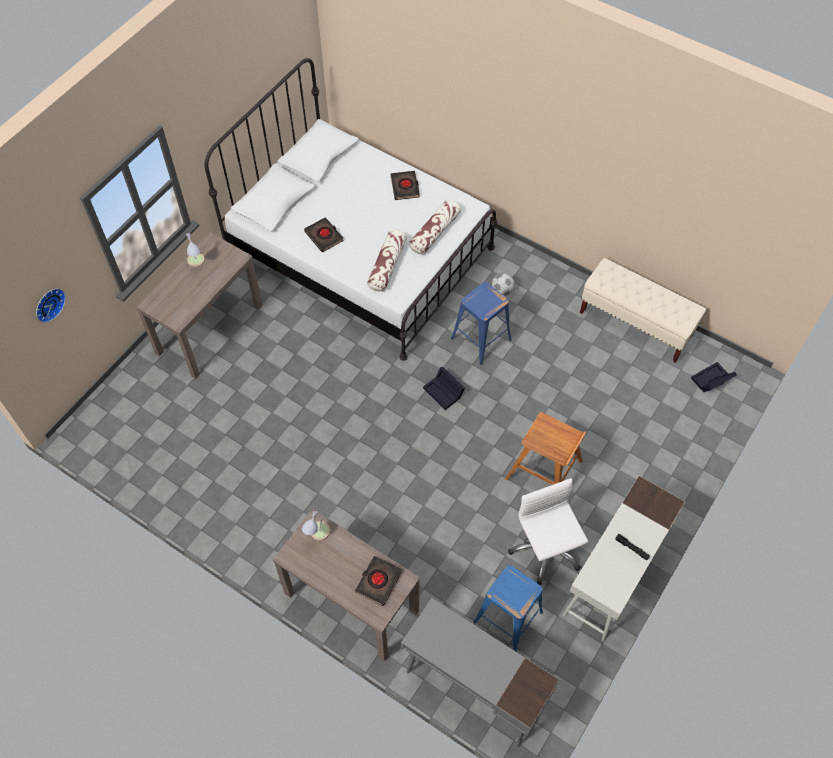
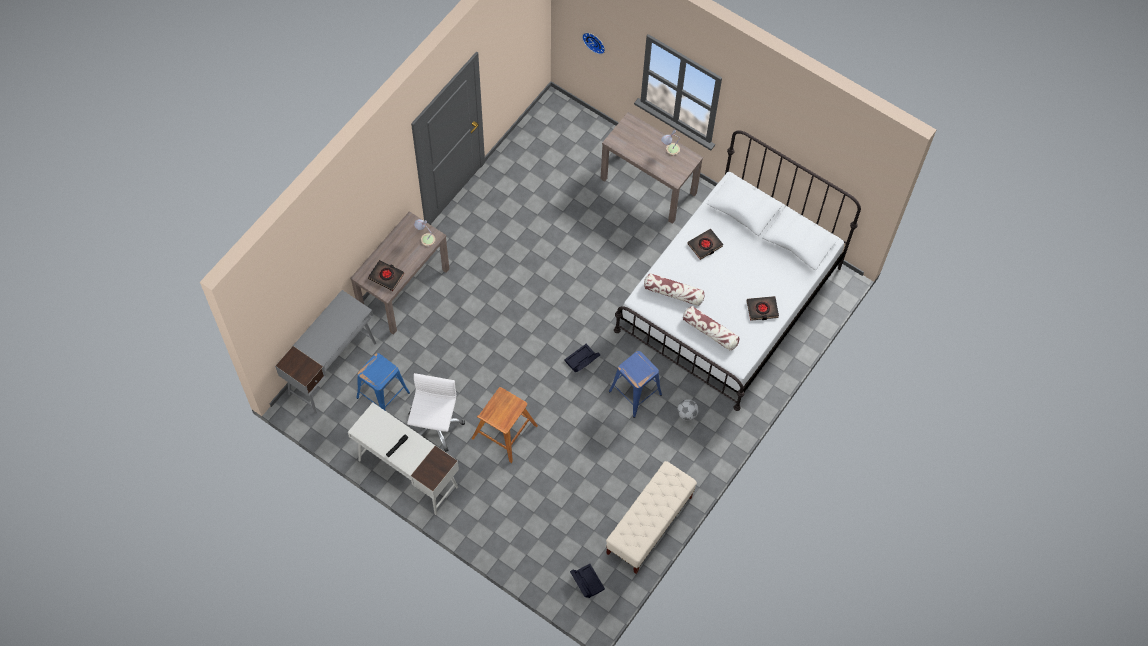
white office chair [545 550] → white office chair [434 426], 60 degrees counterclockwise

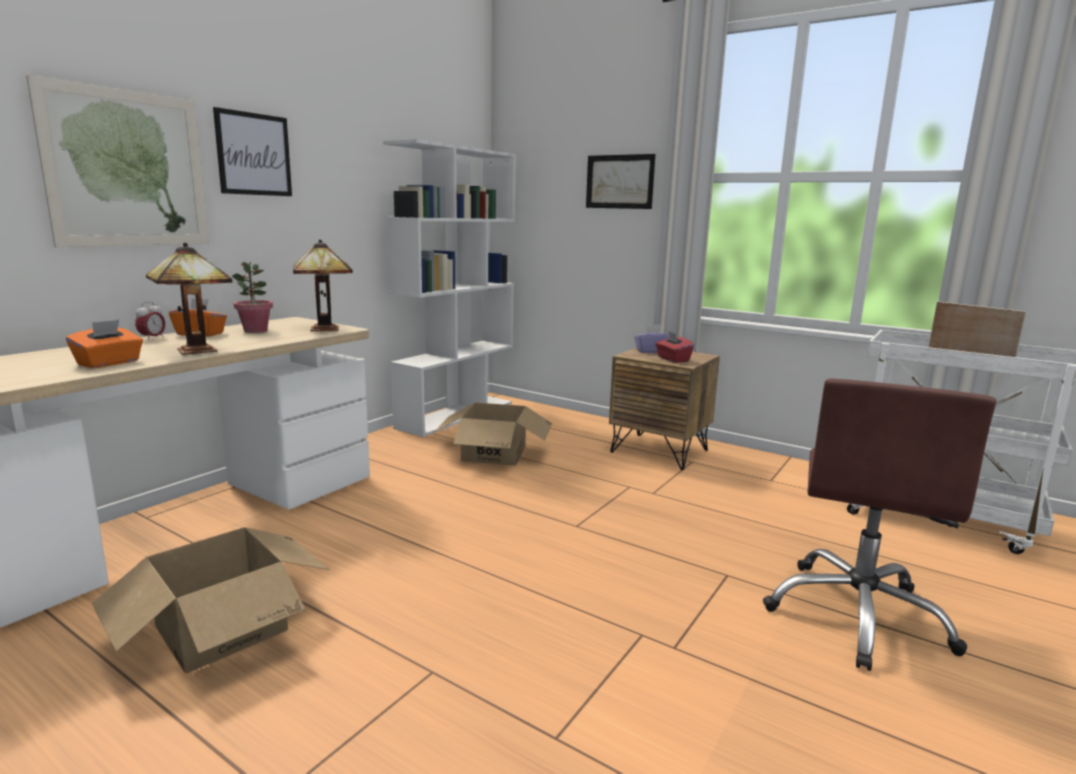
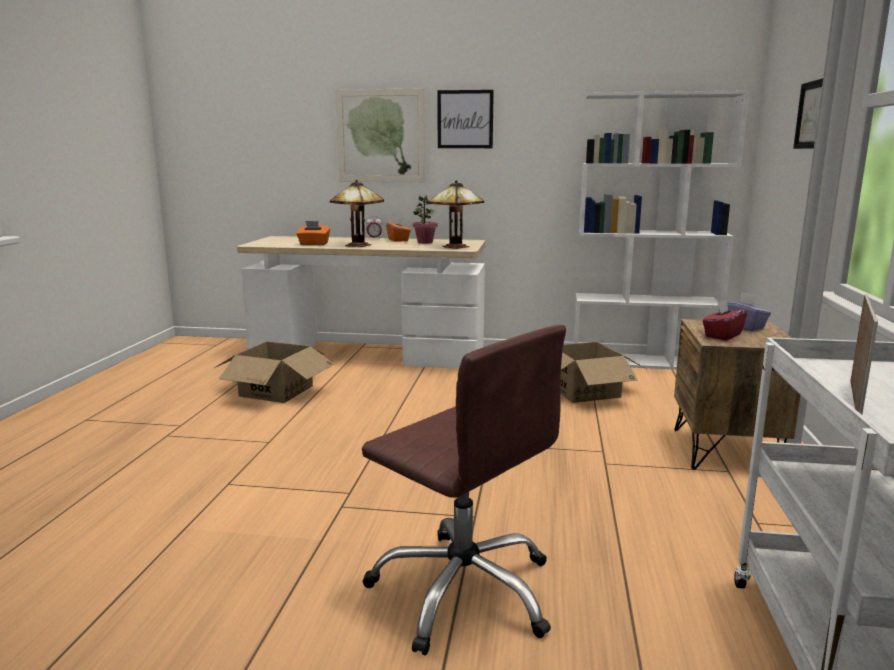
brown office chair [858 615] → brown office chair [464 590], 135 degrees counterclockwise

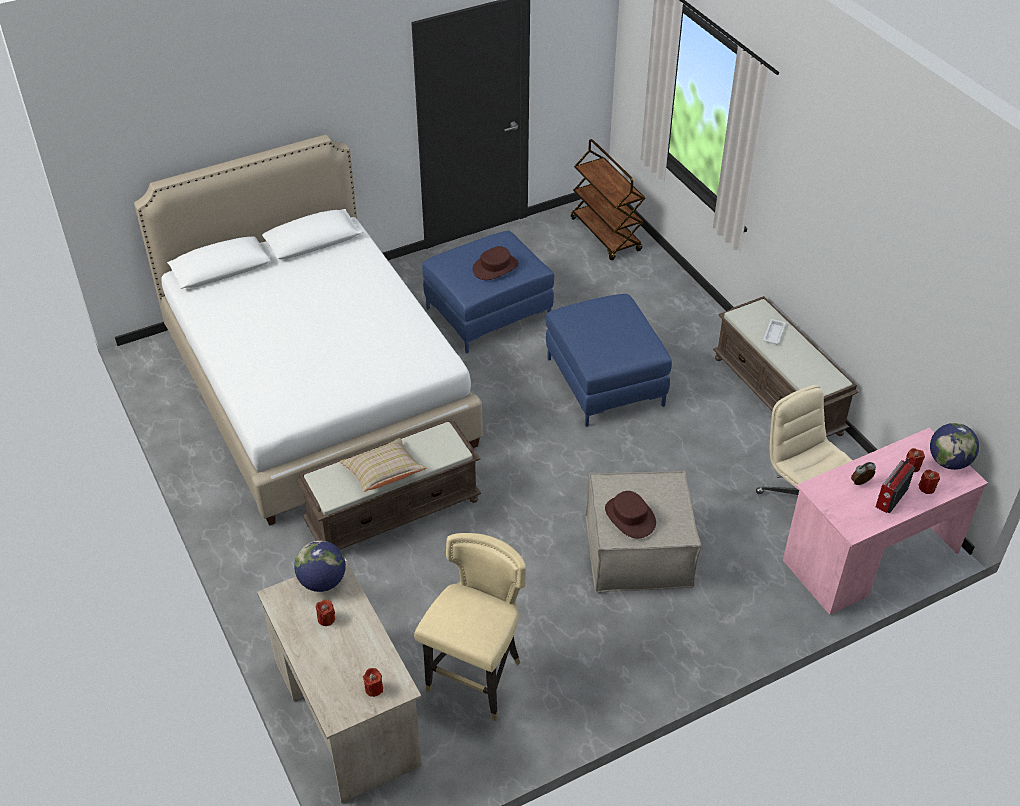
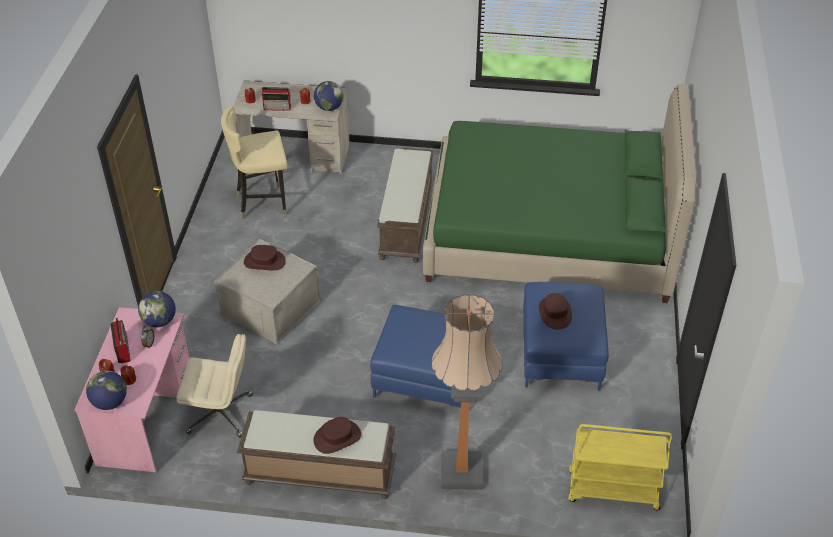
white bed [317 387] → green bed [549 234]
beige pillow [383 474] → -
beige chair [476 680] → beige chair [262 203], 105 degrees clockwise
brown cart [606 235] → yellow cart [612 491]
white tray [774 333] → brown hat [337 437]
- → globe [160 321]
- → radio [278 107]
- → floor lamp [461 471]

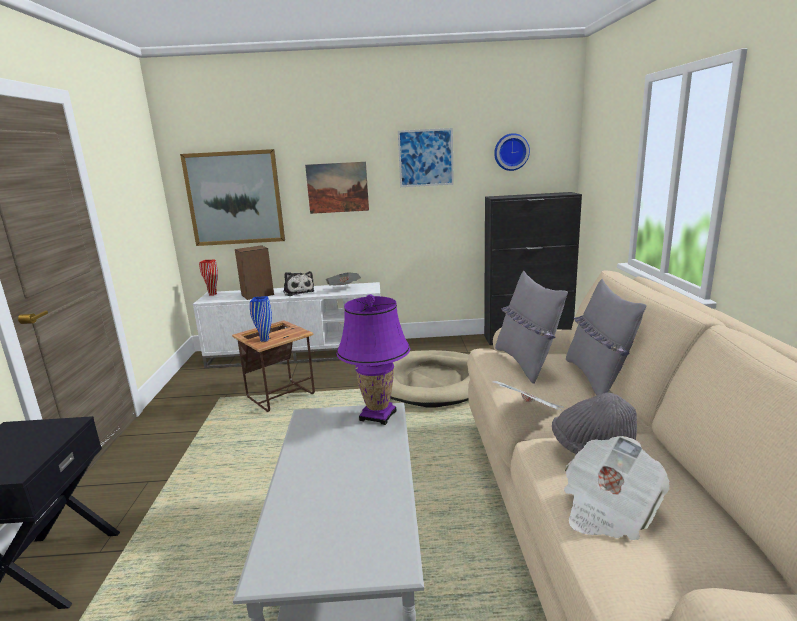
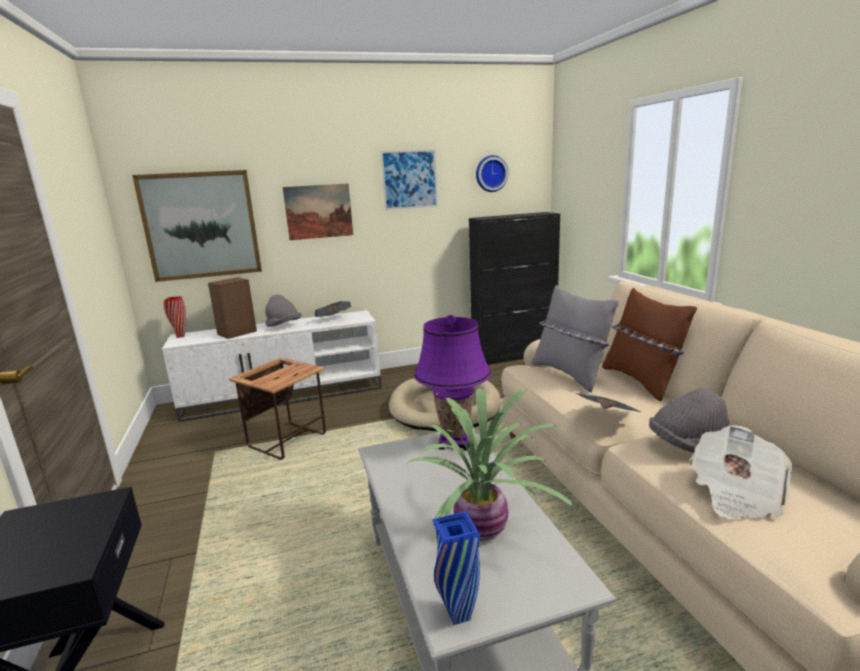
blue vase [264 340] → blue vase [458 615], shifted
plush toy [298 292] → grey hat [283 326]
grey pillow [597 378] → brown pillow [641 381]
- → potted plant [482 531]

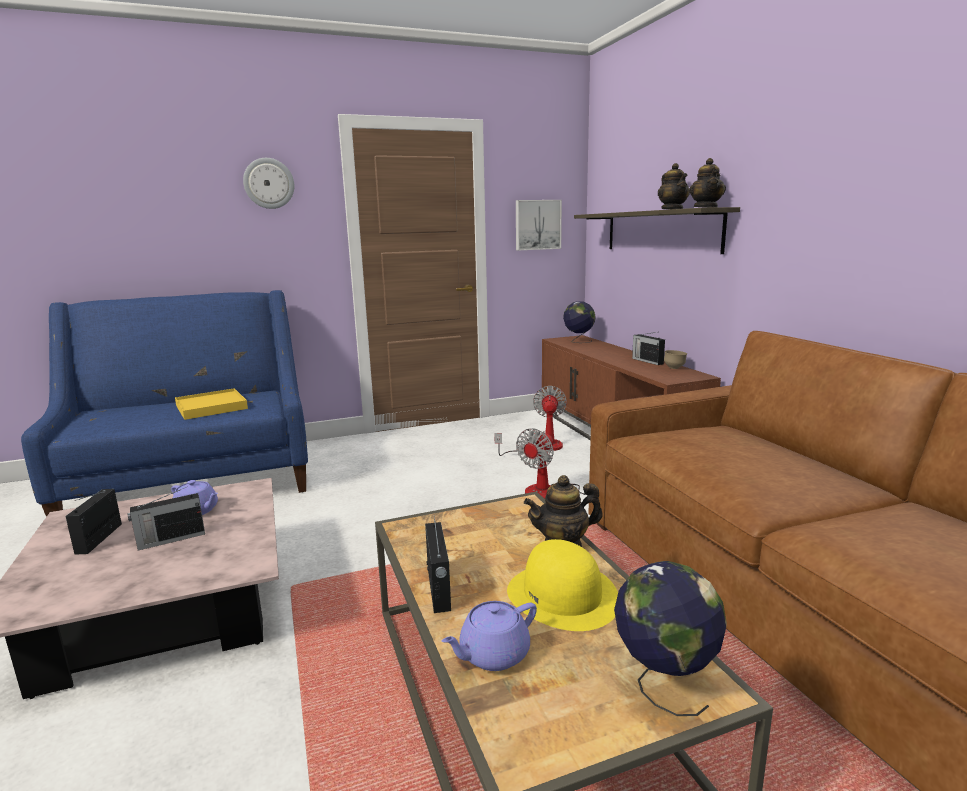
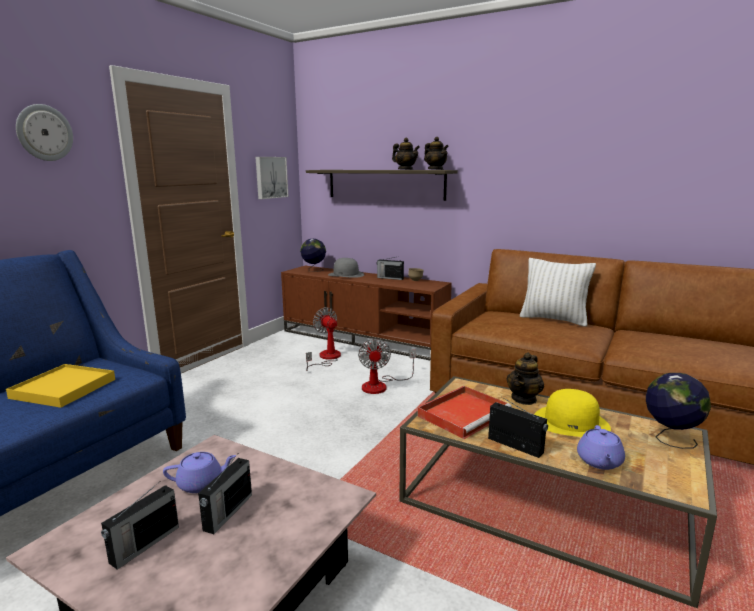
radio [100 537] → radio [143 545], 105 degrees counterclockwise
- → grey hat [346 274]
- → red tray [464 414]
- → white pillow [554 319]

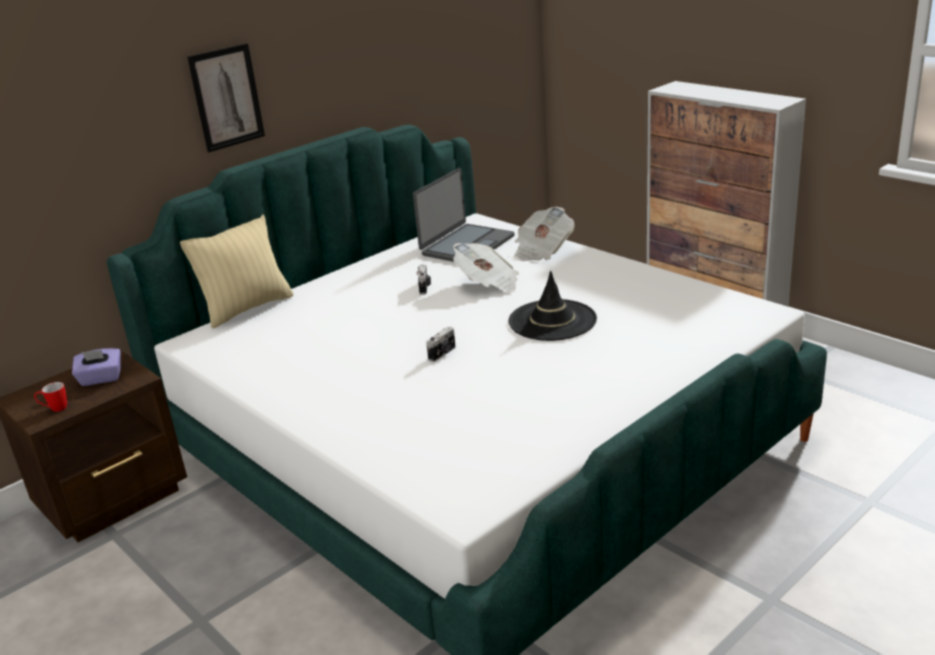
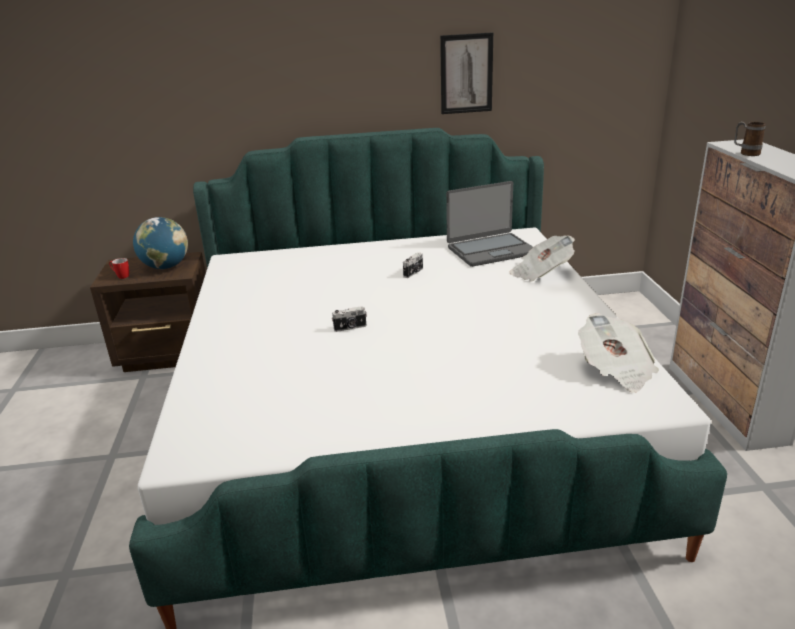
purple tissue box [101 379] → globe [166 267]
beige pillow [247 308] → -
picture [227 97] → picture [466 74], shifted
newspaper [488 283] → newspaper [616 370], shifted
black hat [552 320] → -
- → mug [745 153]

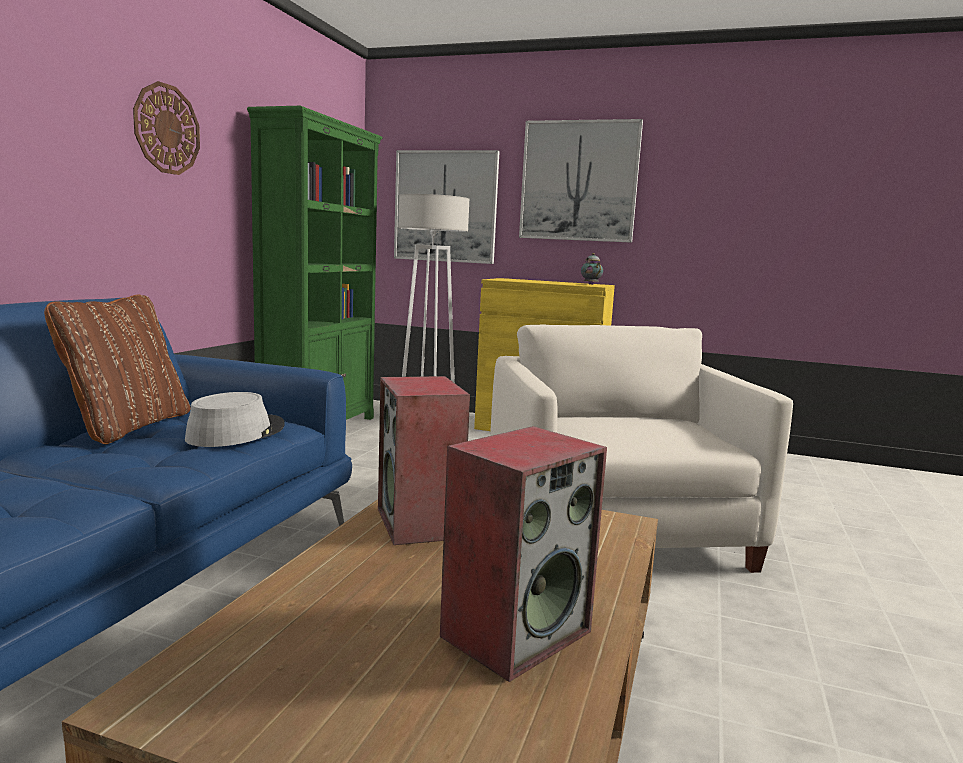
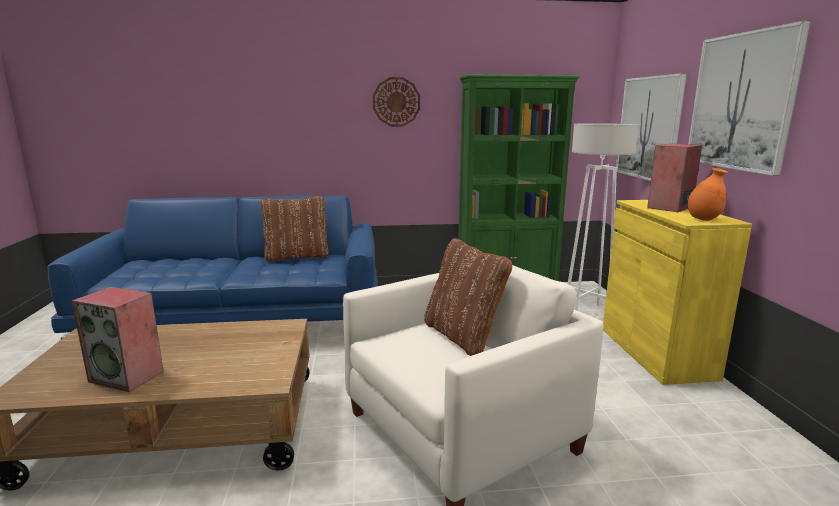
grey hat [236 433] → -
speaker [420 523] → speaker [670 207], shifted
teapot [590 284] → orange vase [703 219]
- → brown pillow [463 336]

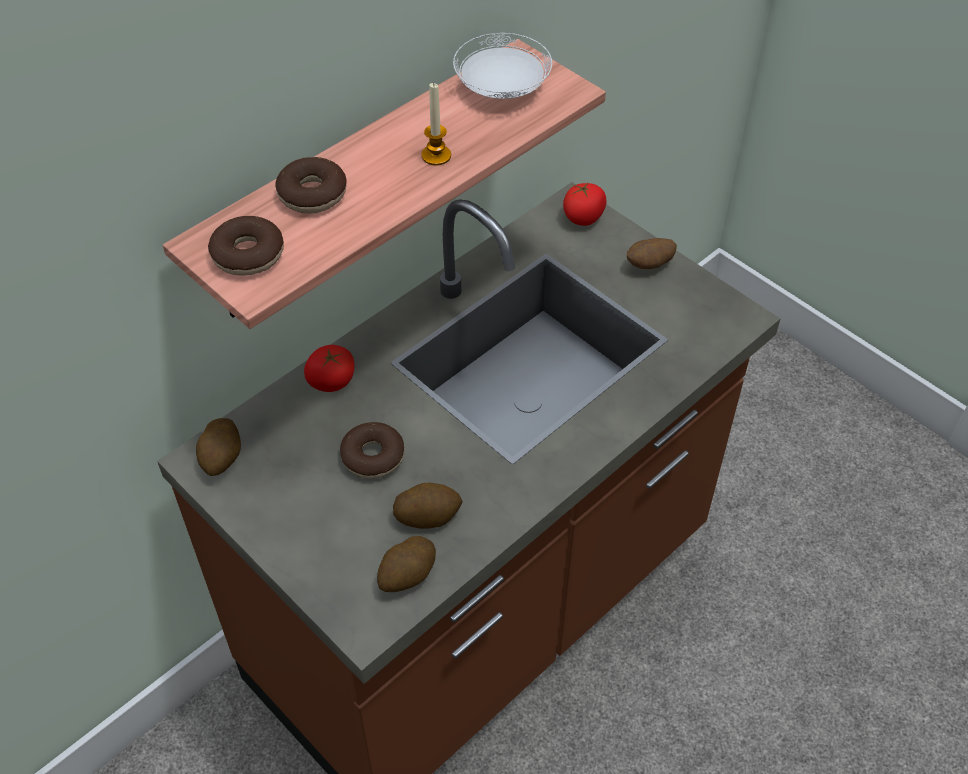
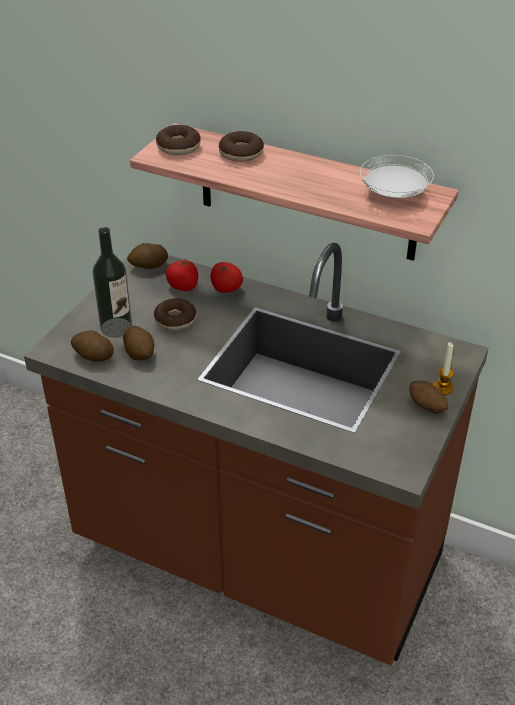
candle [436 156] → candle [443 388], shifted
tomato [583 217] → tomato [183 286], shifted
- → bottle [116 327]

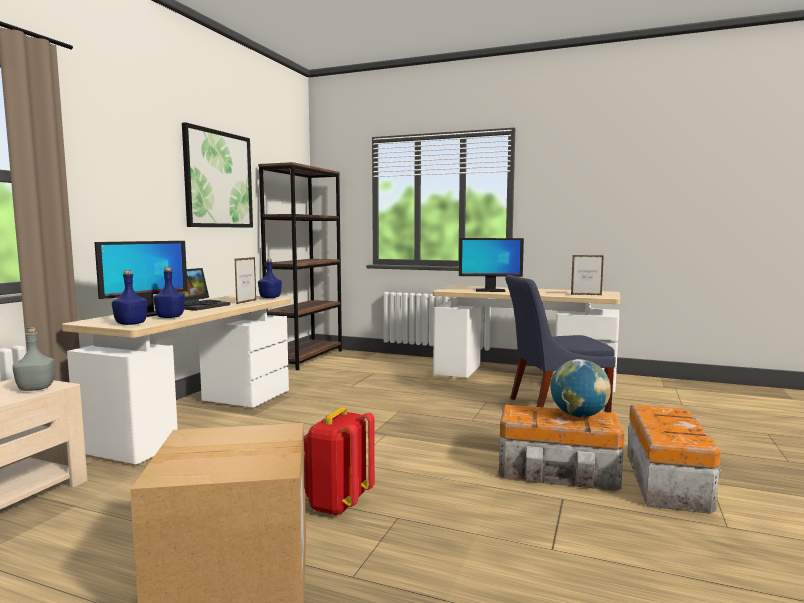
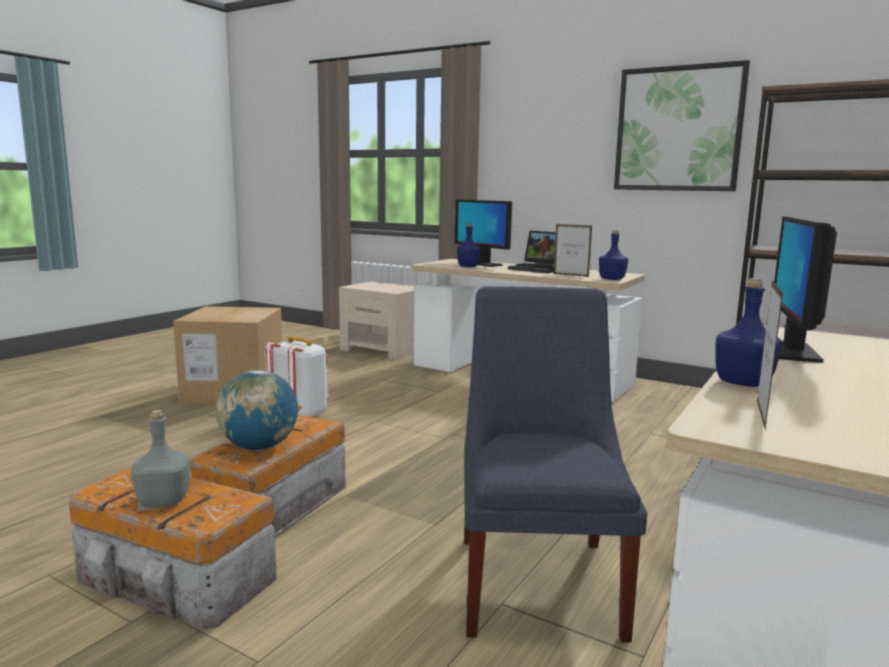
grey bottle [36 389] → grey bottle [162 502], shifted
blue bottle [130 324] → blue bottle [743 382], shifted
red backpack [337 504] → white backpack [301 413]

